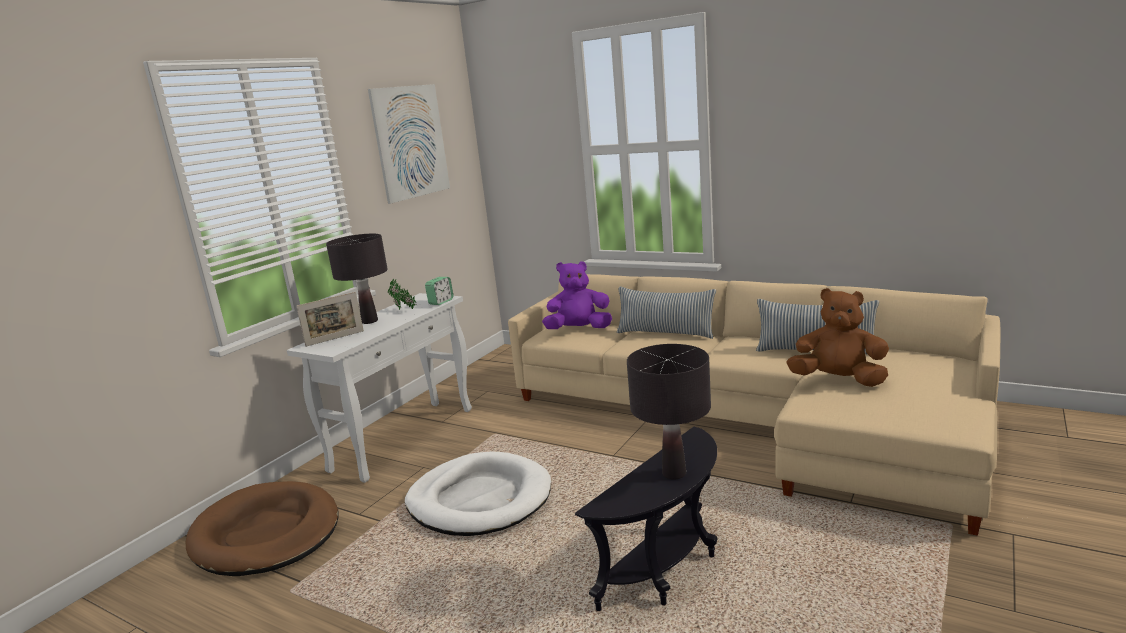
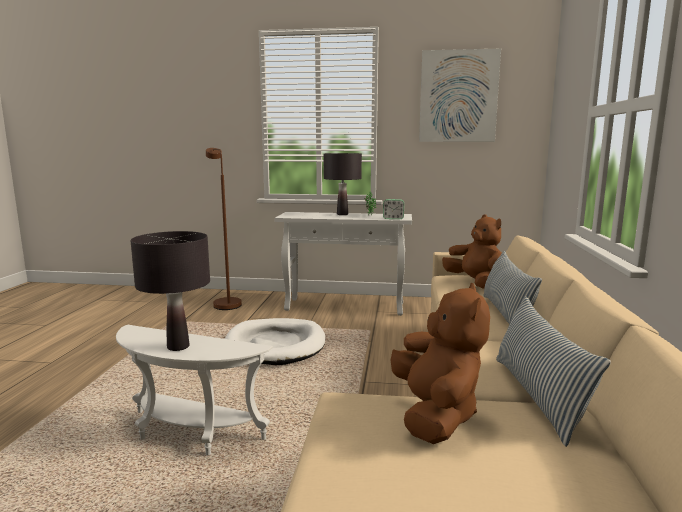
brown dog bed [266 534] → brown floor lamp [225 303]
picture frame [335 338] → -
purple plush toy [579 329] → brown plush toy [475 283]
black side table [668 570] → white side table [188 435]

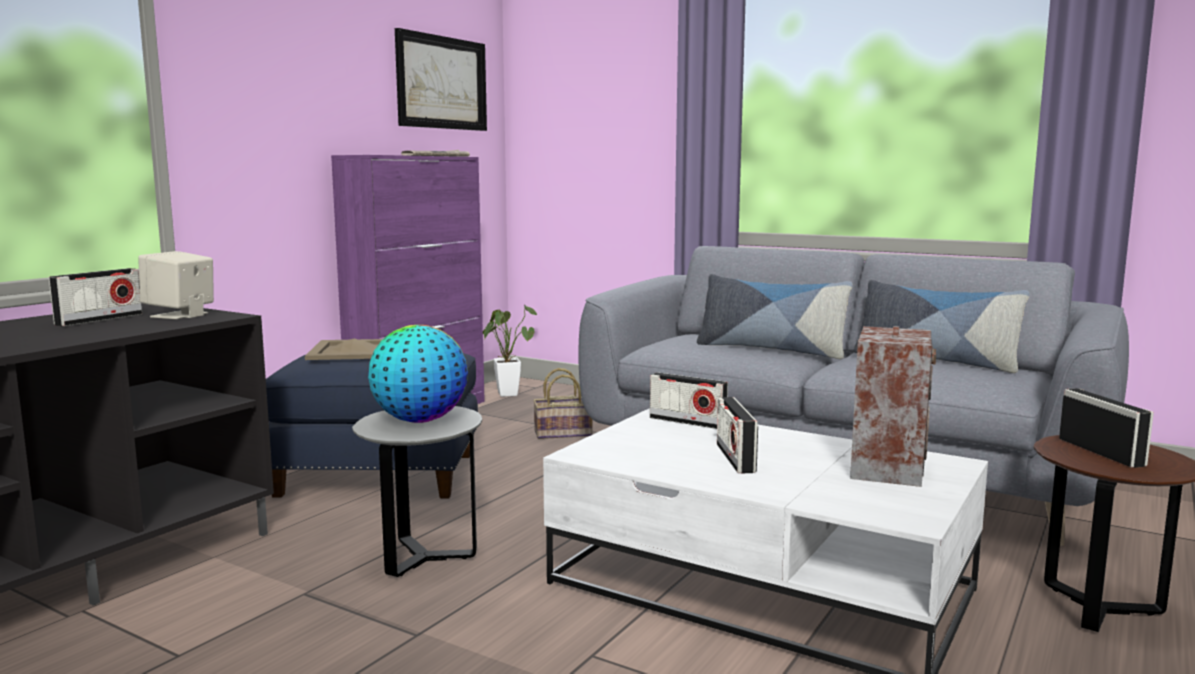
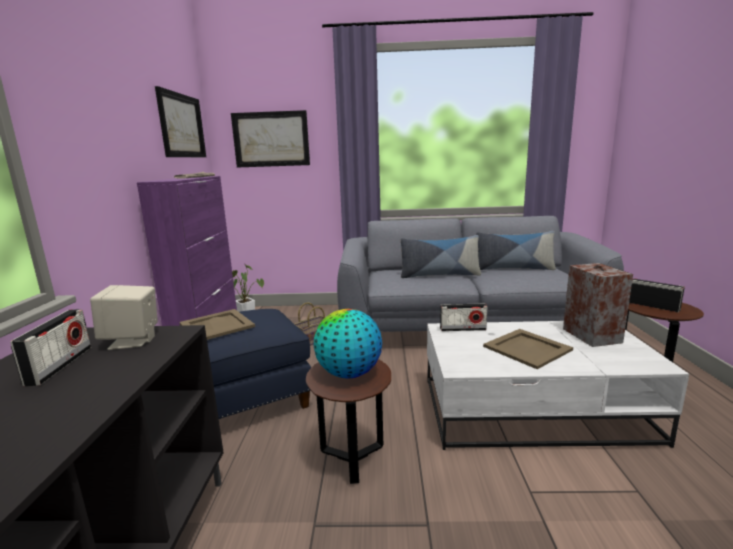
grey side table [423 558] → brown side table [352 460]
radio [735 458] → beige tray [528 348]
- → picture [271 139]

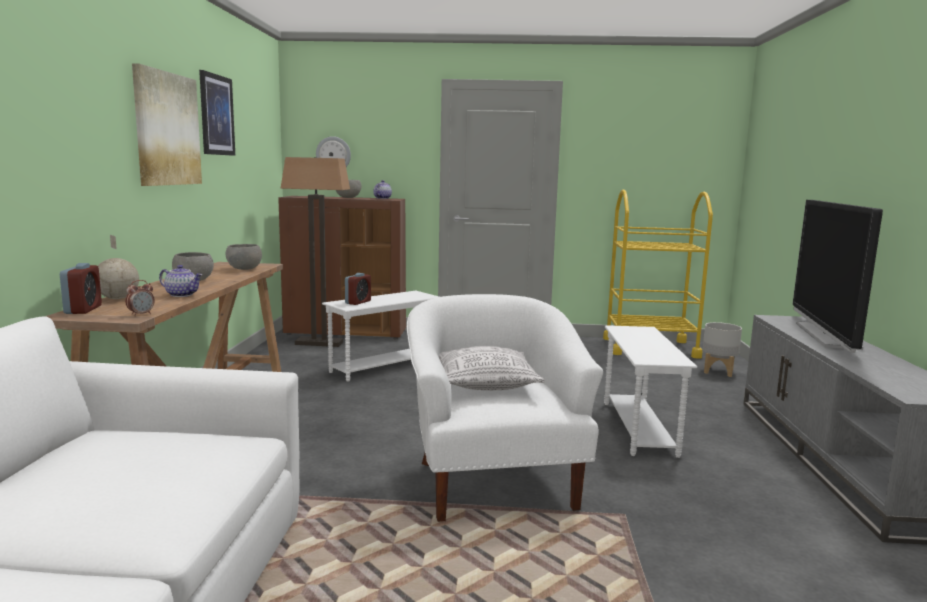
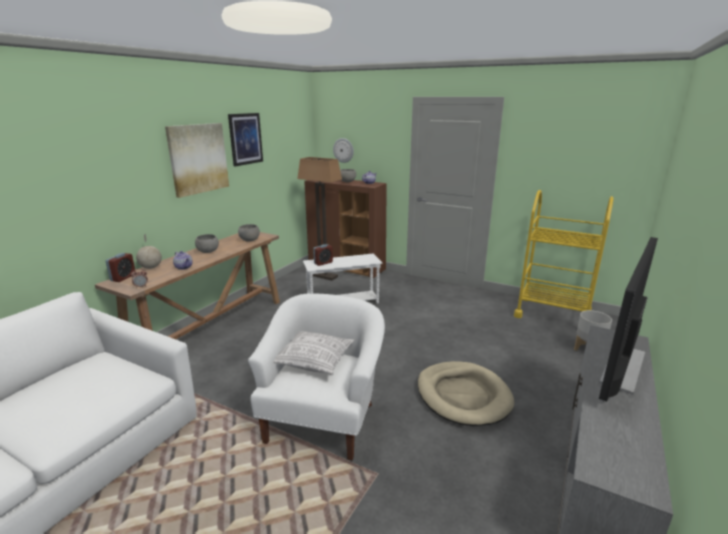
white side table [637 428] → beige dog bed [463 396]

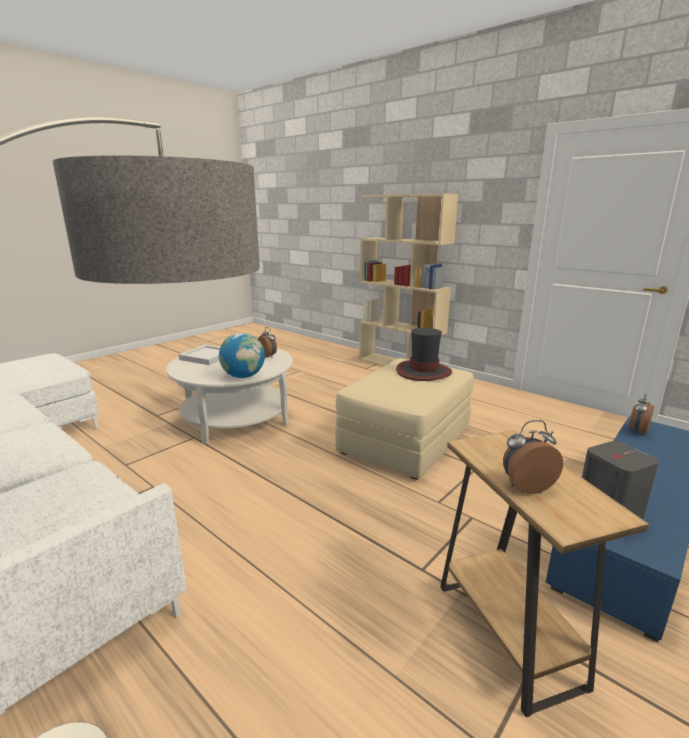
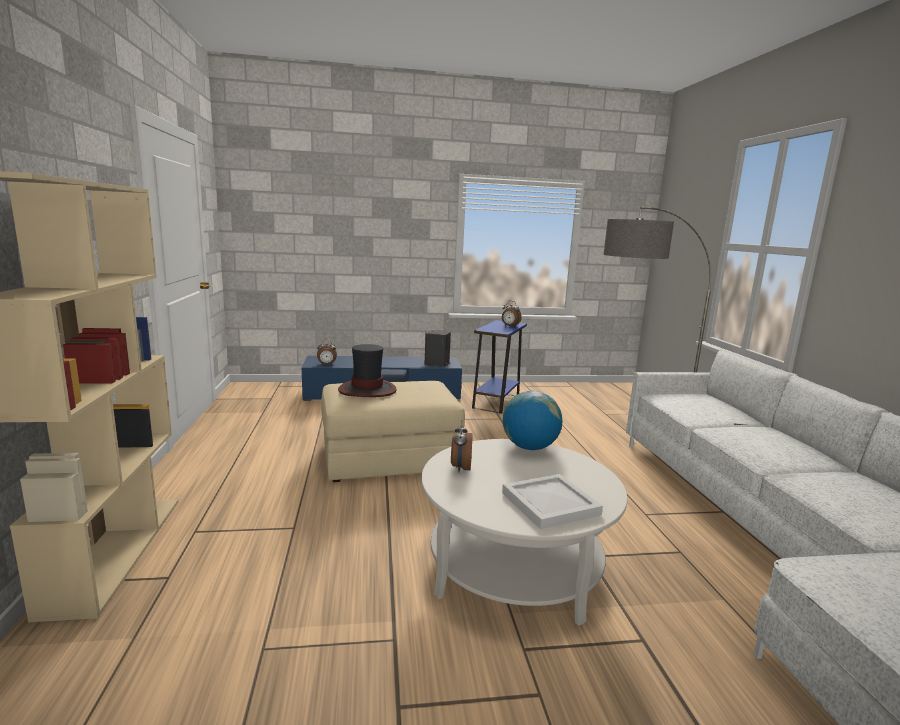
brown side table [507 633] → blue side table [496 402]

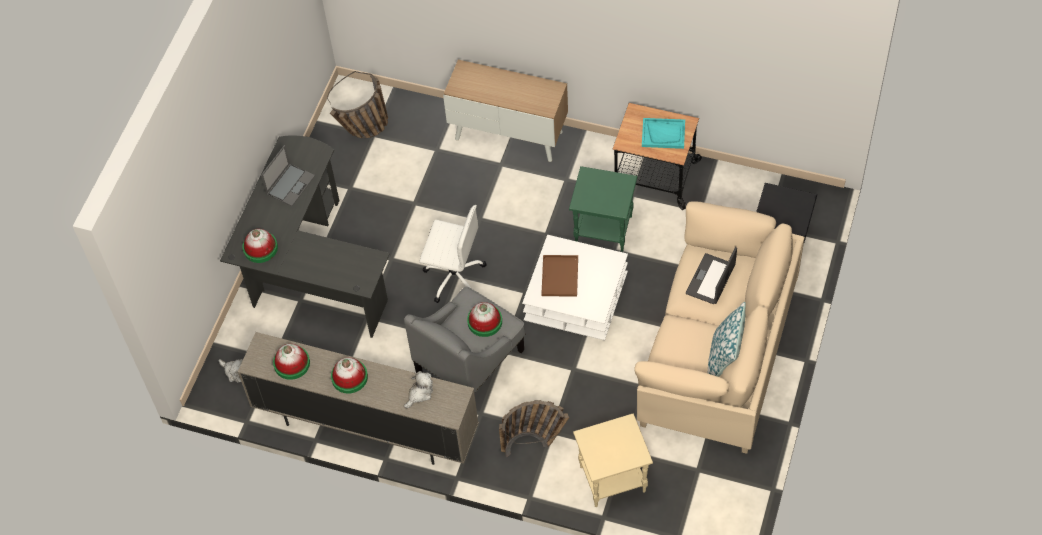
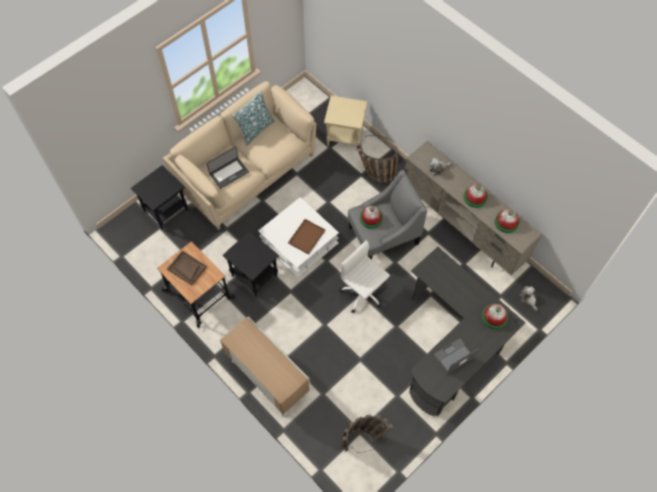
green side table [602 230] → black side table [255 275]
turquoise tray [663 134] → brown tray [187 268]

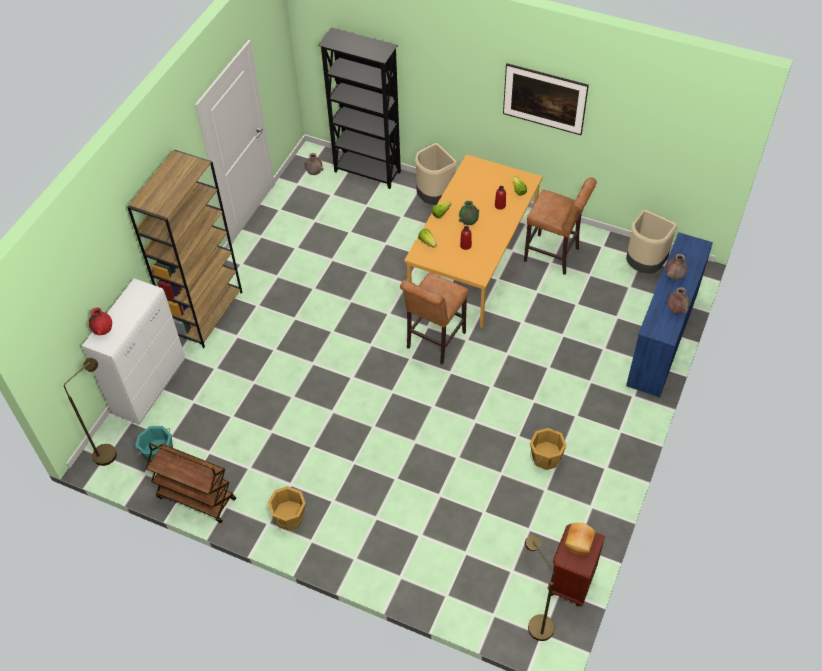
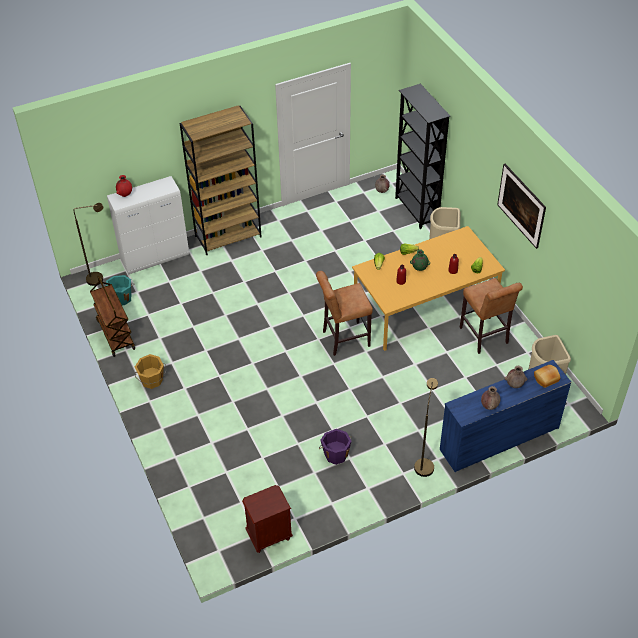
brown floor lamp [536 622] → brown floor lamp [424 463], shifted
orange bucket [545 457] → purple bucket [335 454]
bread [580 542] → bread [546 379], shifted

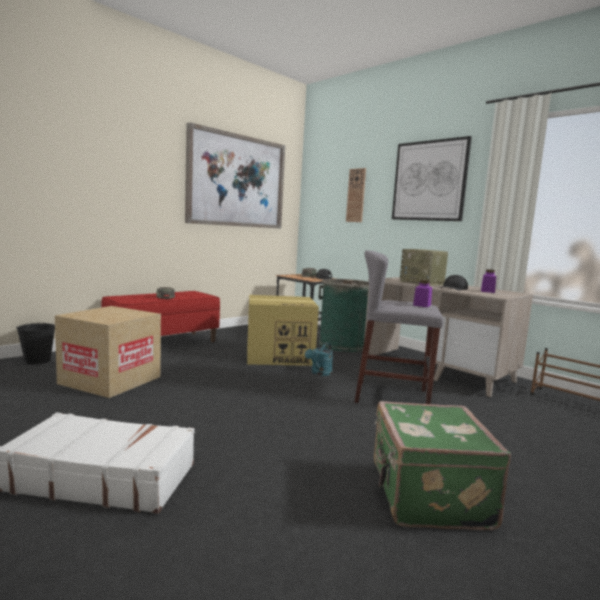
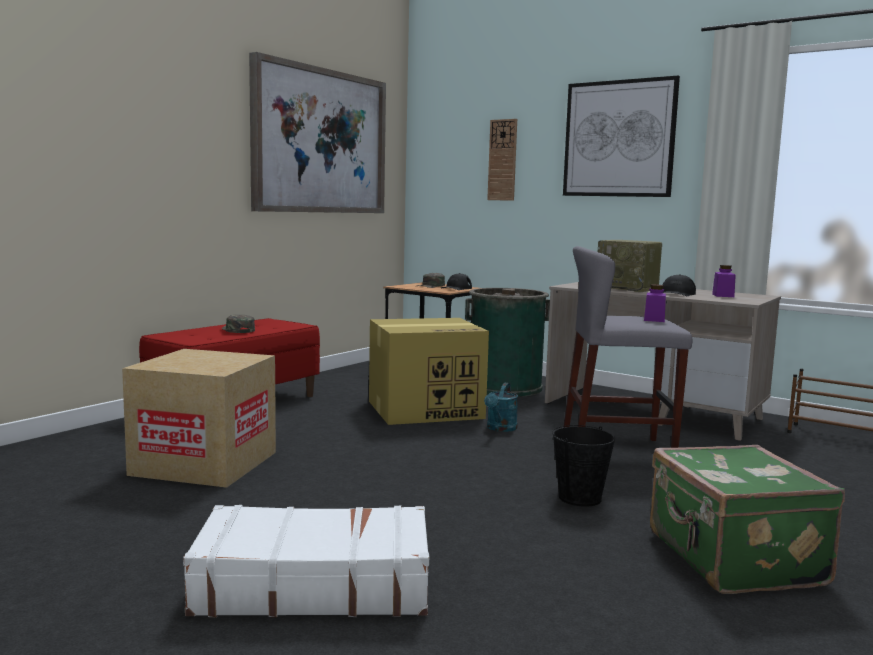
black bucket [38 360] → black bucket [580 498], shifted

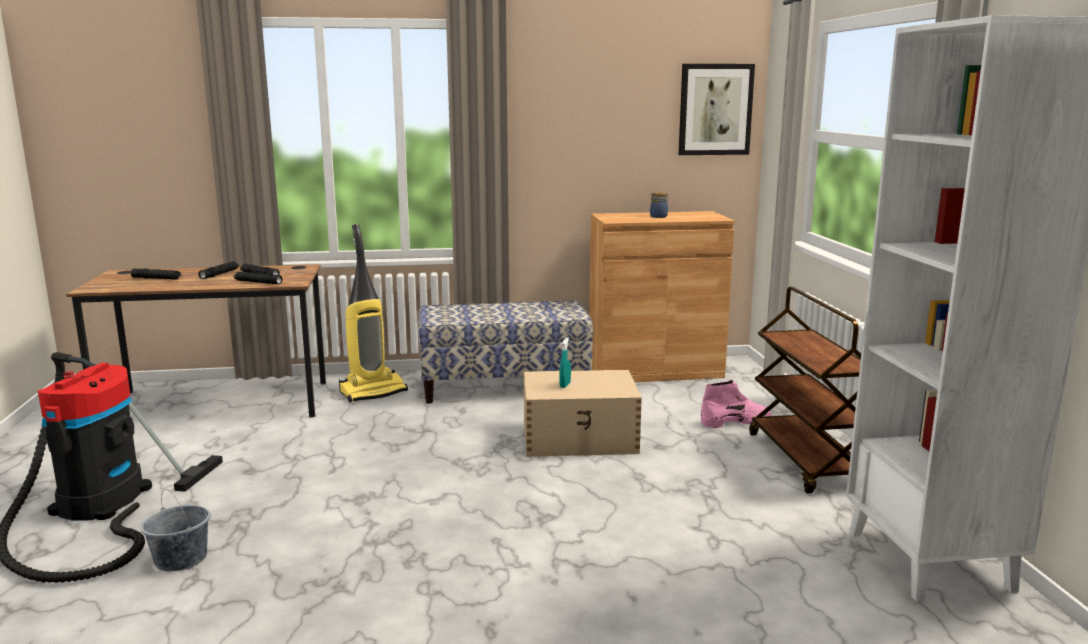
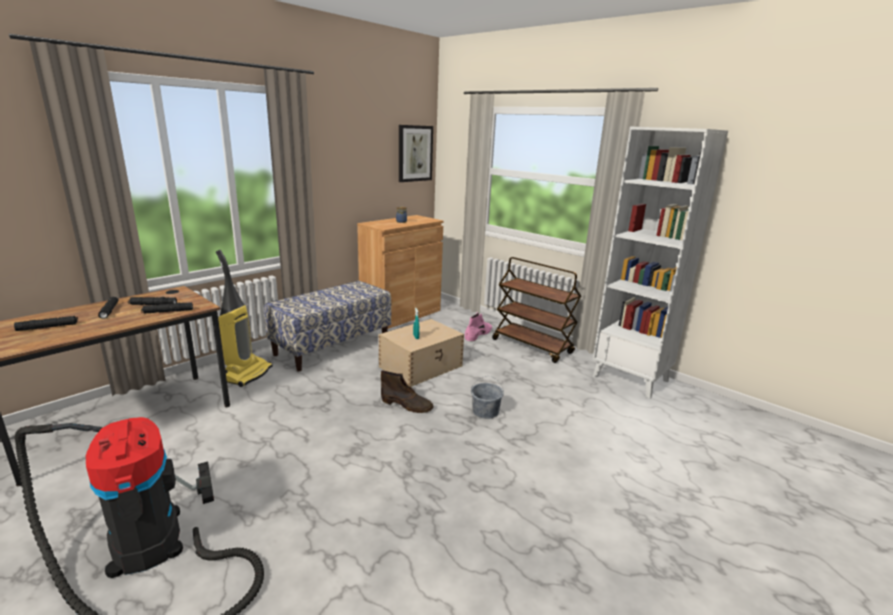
grey bucket [181 559] → grey bucket [486 411], shifted
- → brown boot [407 405]

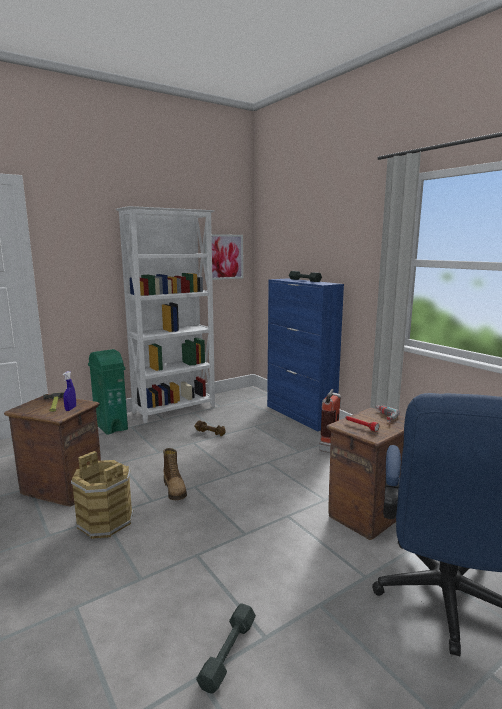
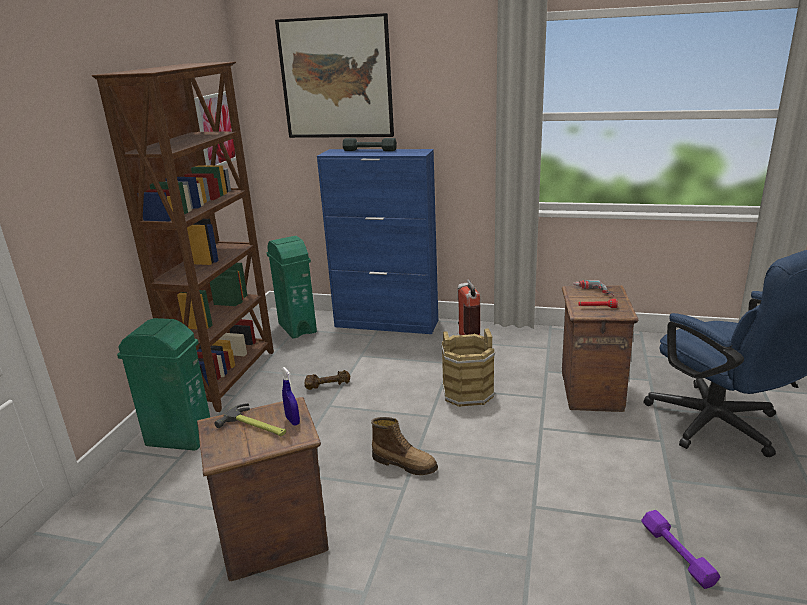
brown bucket [105 521] → brown bucket [467 392], shifted
white bookcase [175 410] → brown bookcase [229 377]
grey dumbbell [228 652] → purple dumbbell [677 554]
- → green trash can [297 328]
- → picture [336 78]

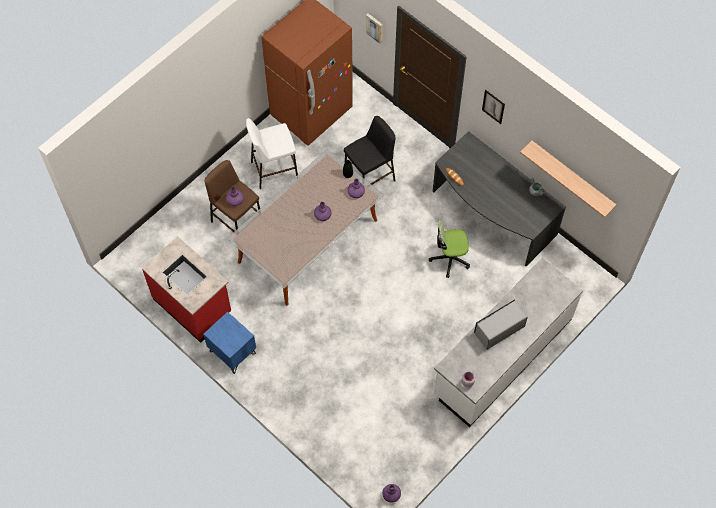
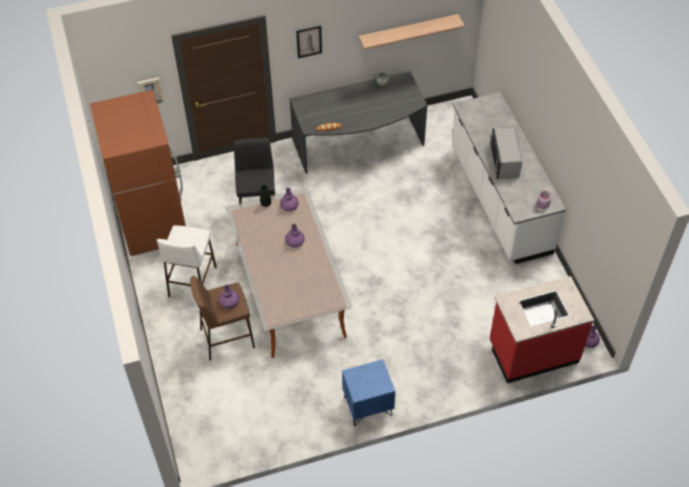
red counter [193 305] → red counter [532 352], shifted
office chair [449 258] → -

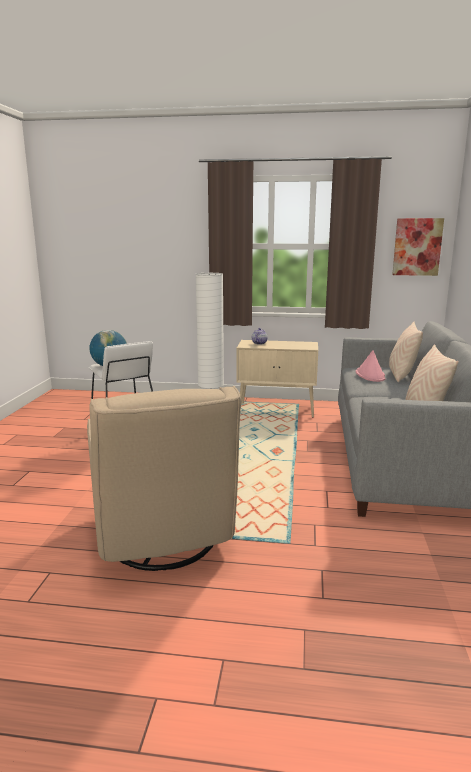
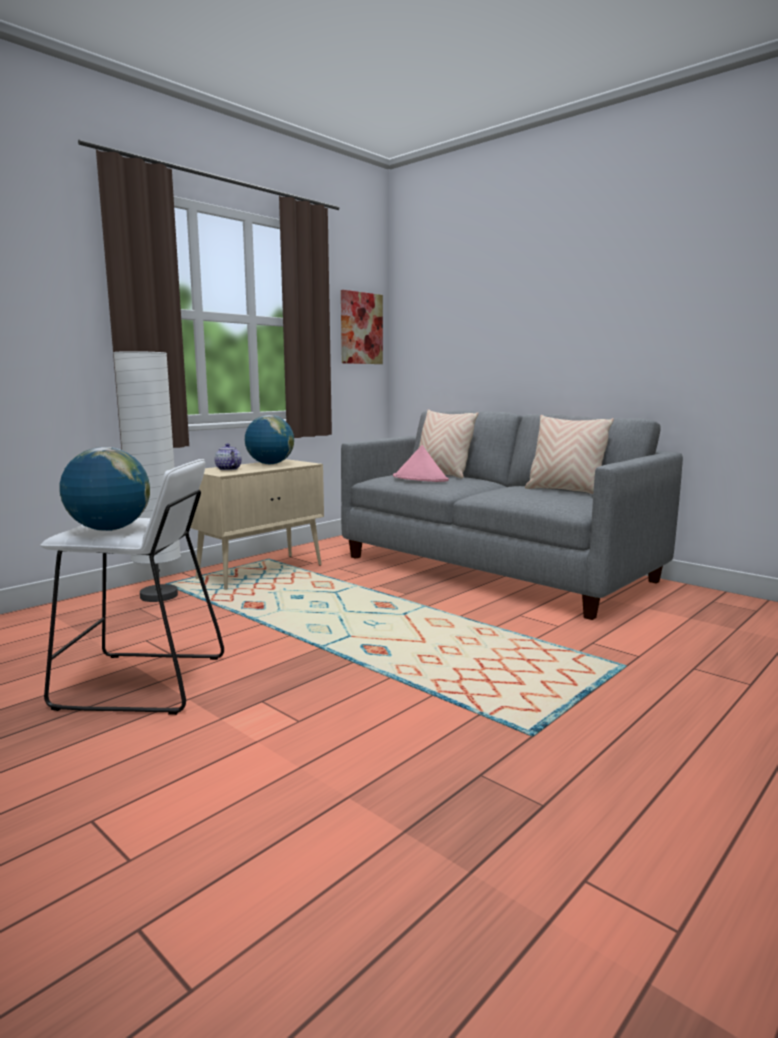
beige armchair [163 541] → -
- → globe [270 464]

